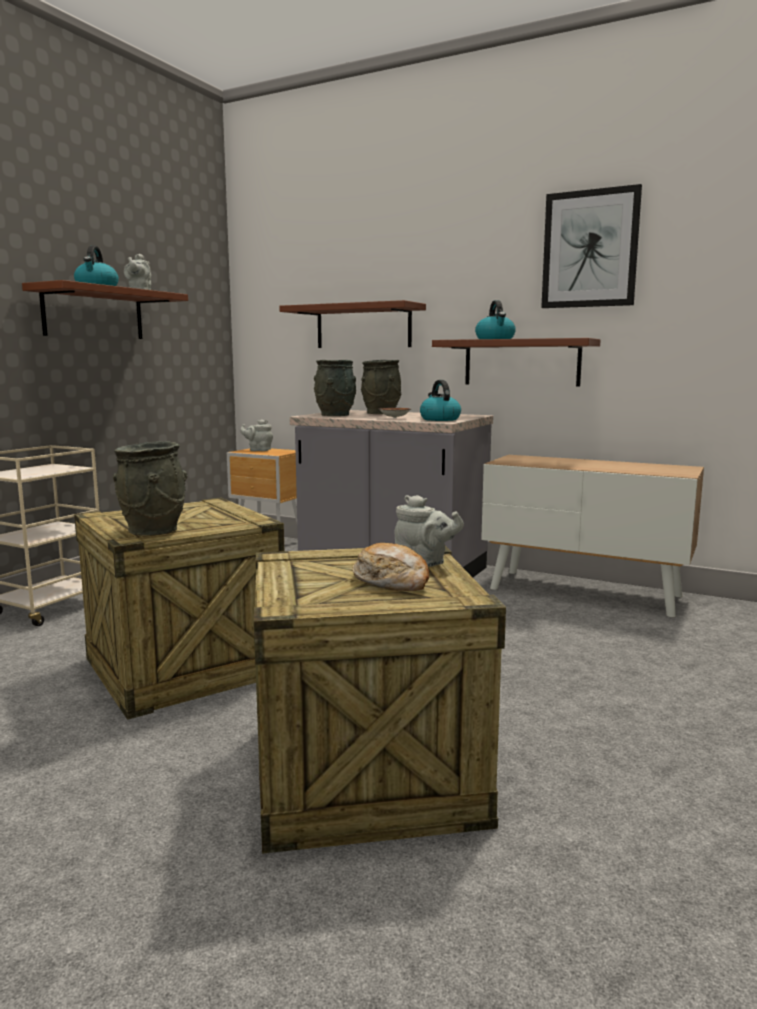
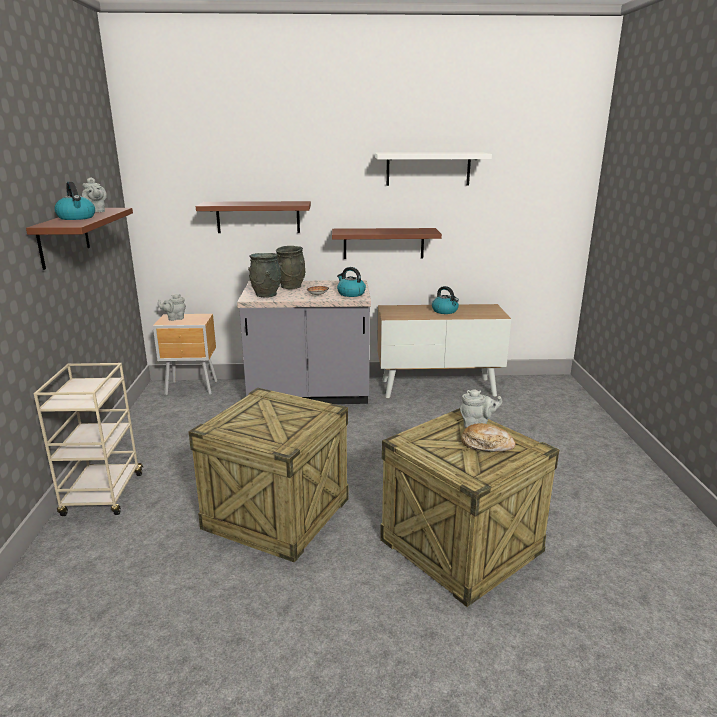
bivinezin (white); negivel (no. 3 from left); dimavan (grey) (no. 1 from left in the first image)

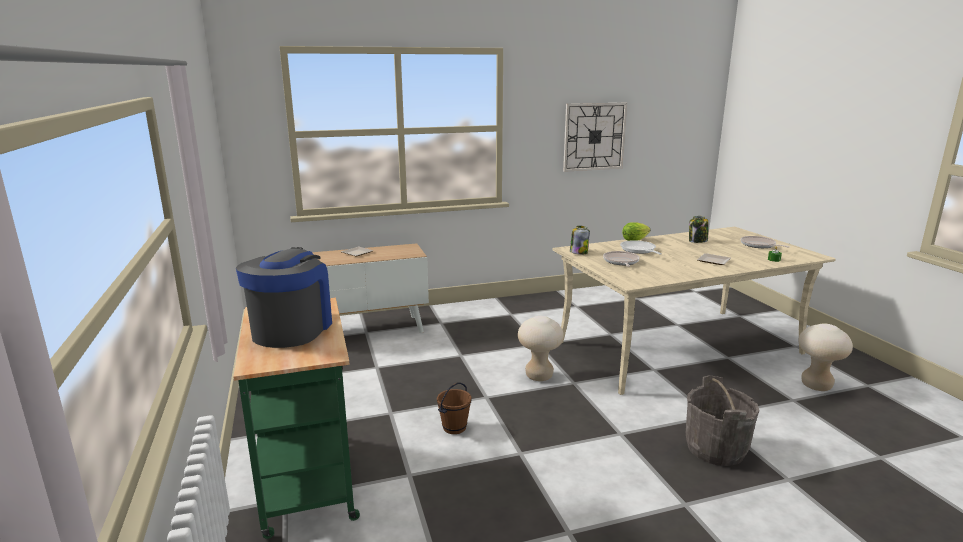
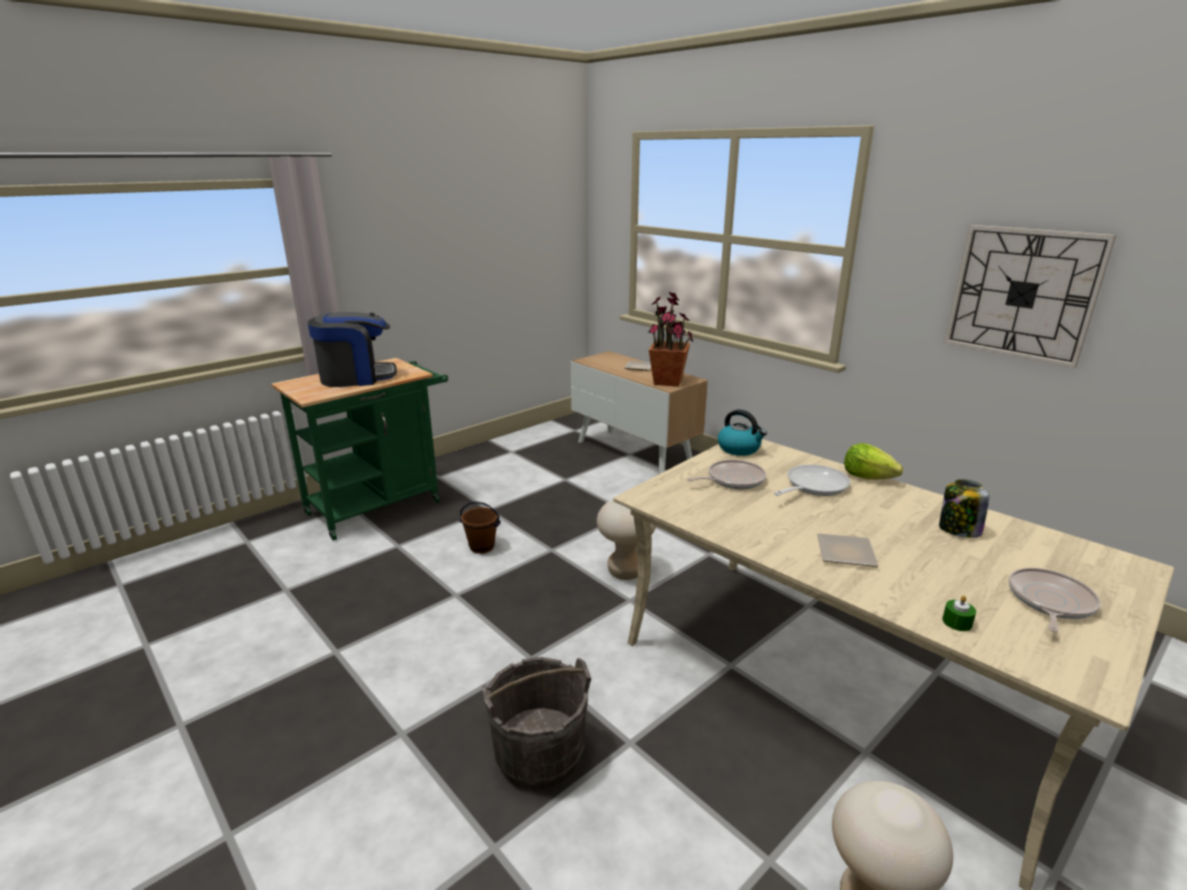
negivel; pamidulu

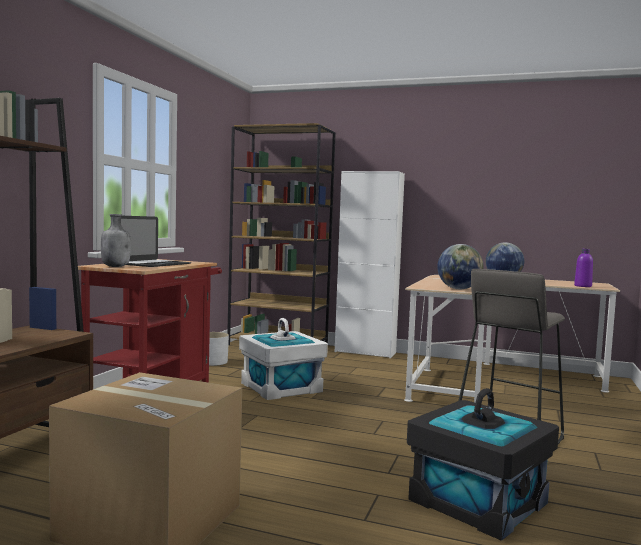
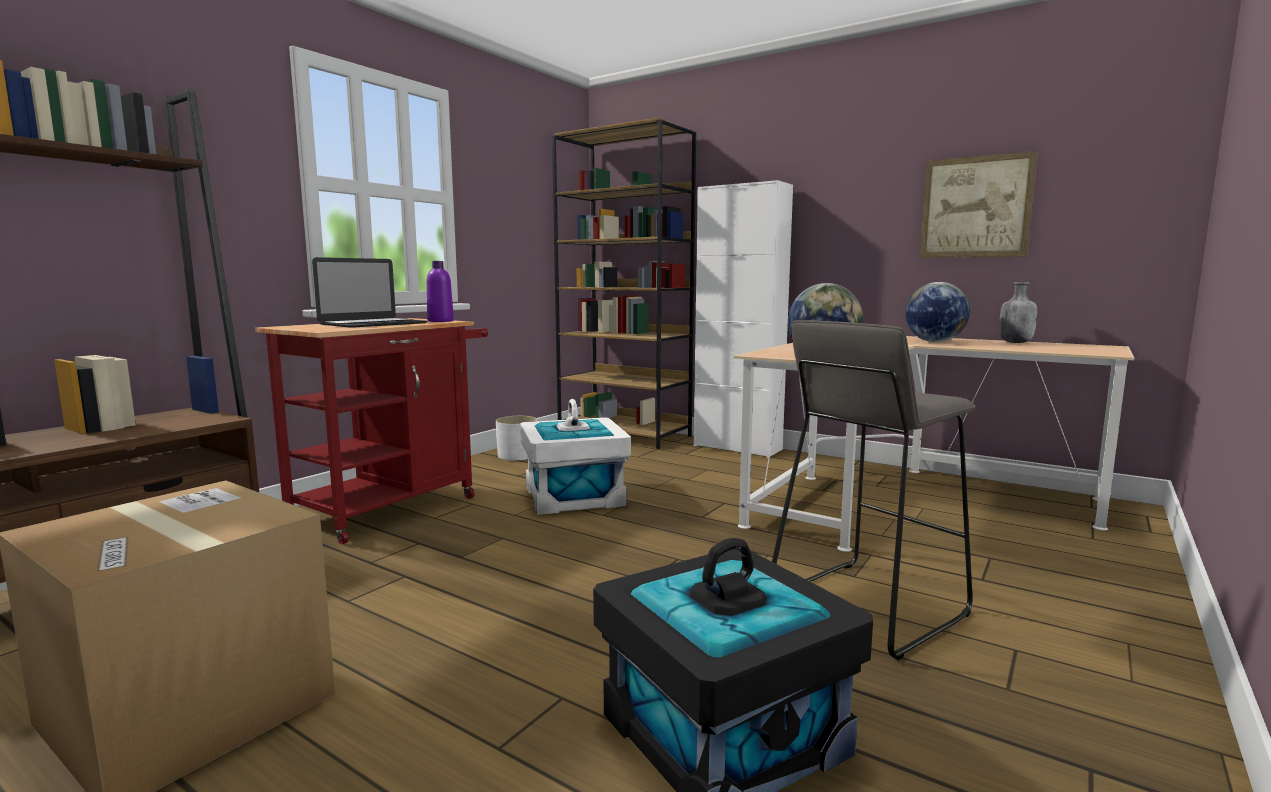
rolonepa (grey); rolonepa (purple); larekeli

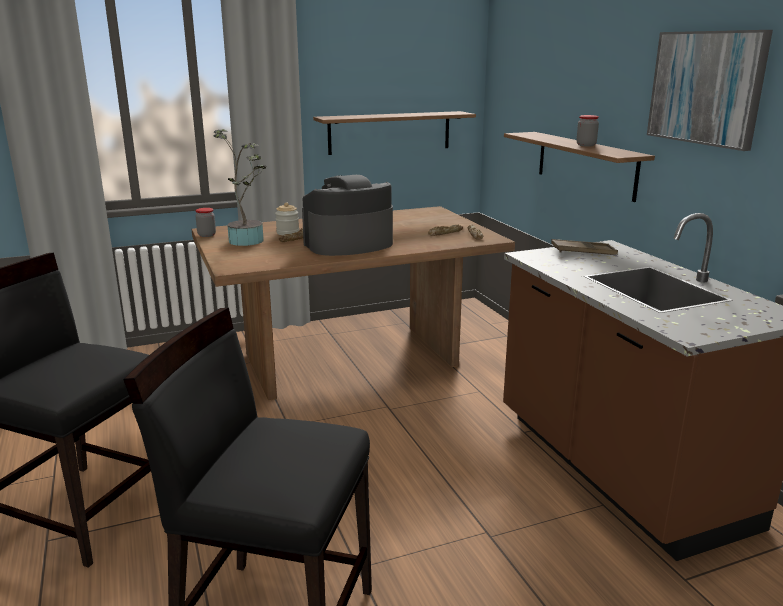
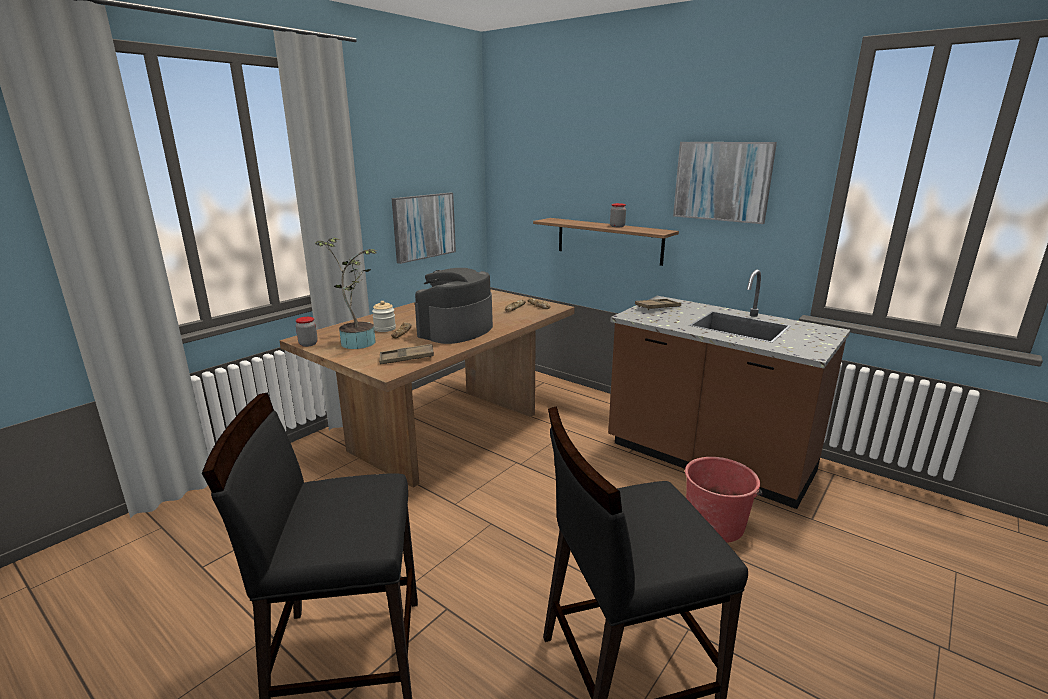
larekeli (no. 1 from left); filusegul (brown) (no. 1 from left); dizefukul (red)

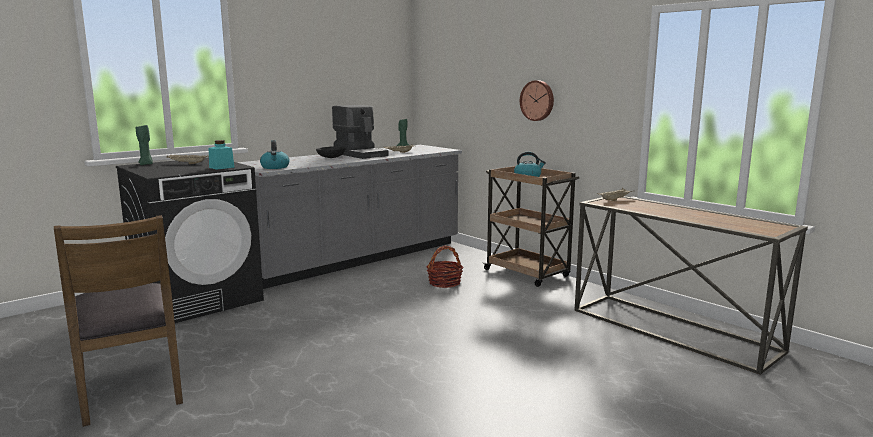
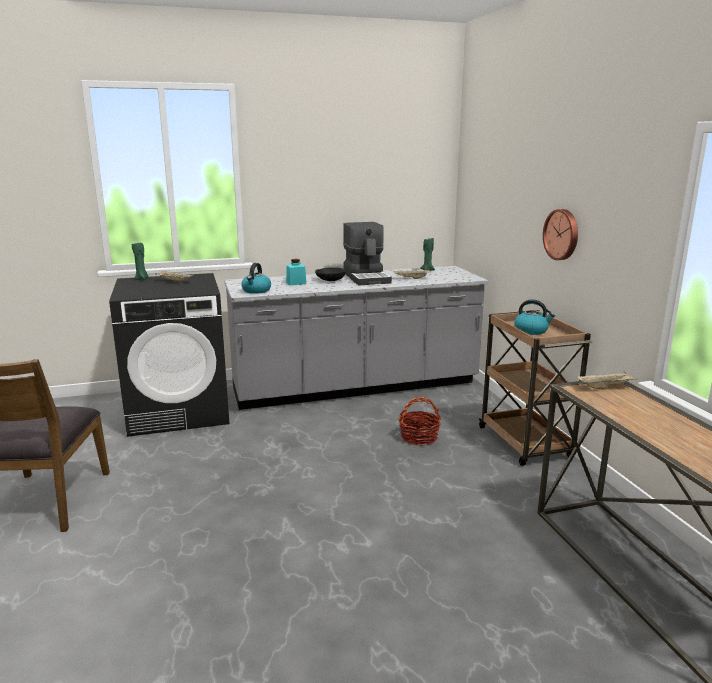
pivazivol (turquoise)

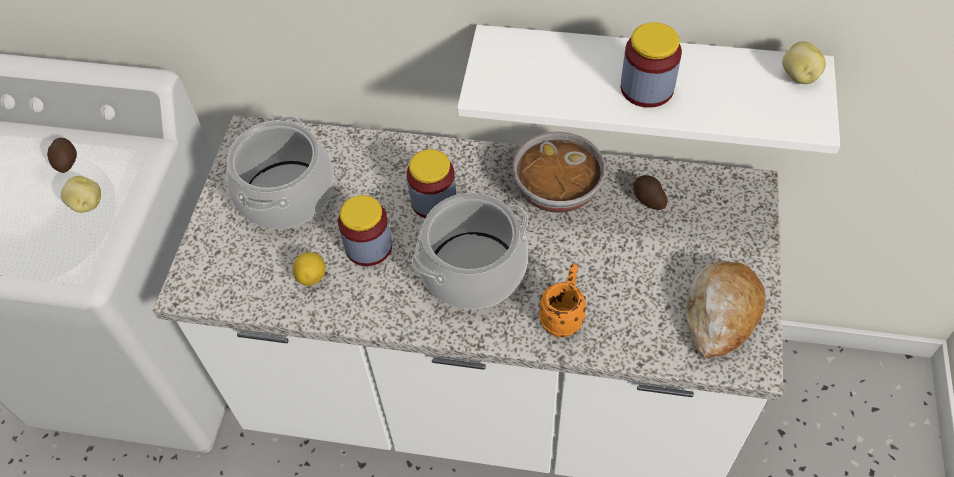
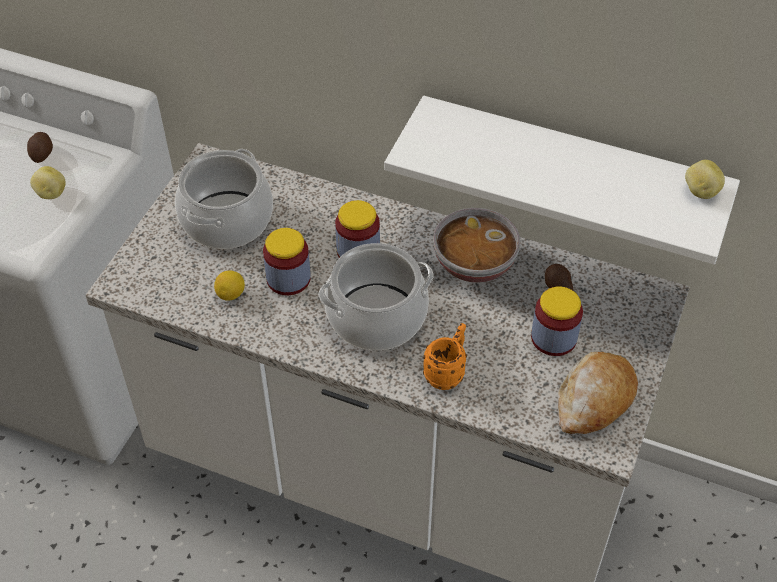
pivazivol (no. 3 from left)

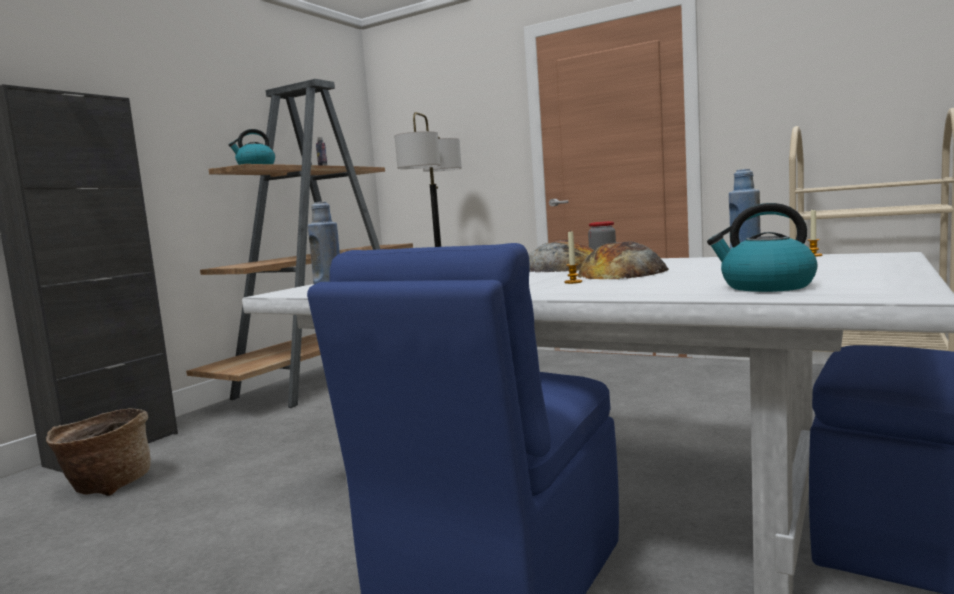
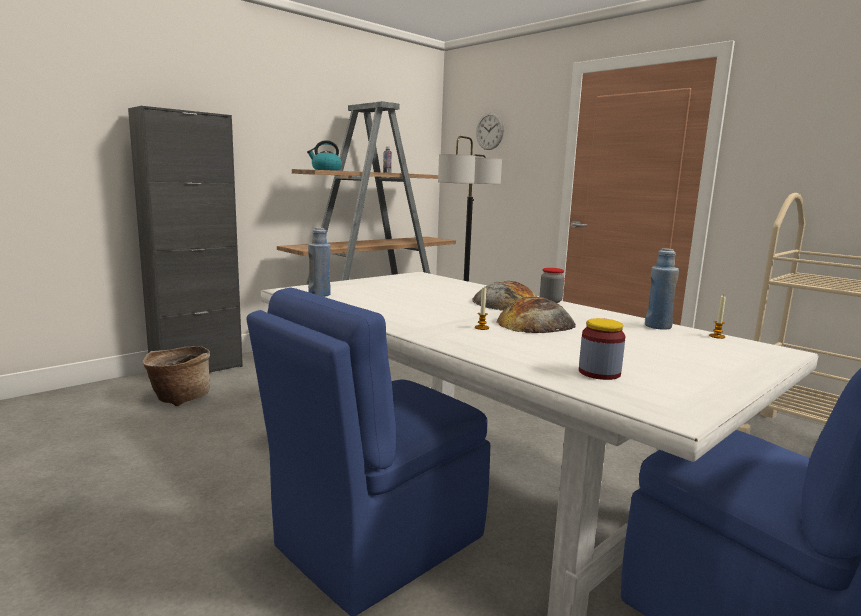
pivazivol (no. 2 from left); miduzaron

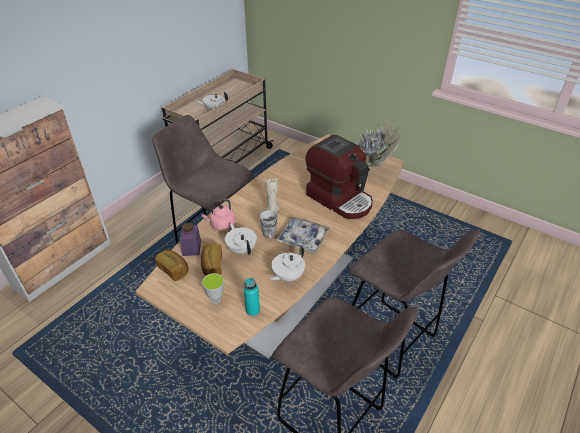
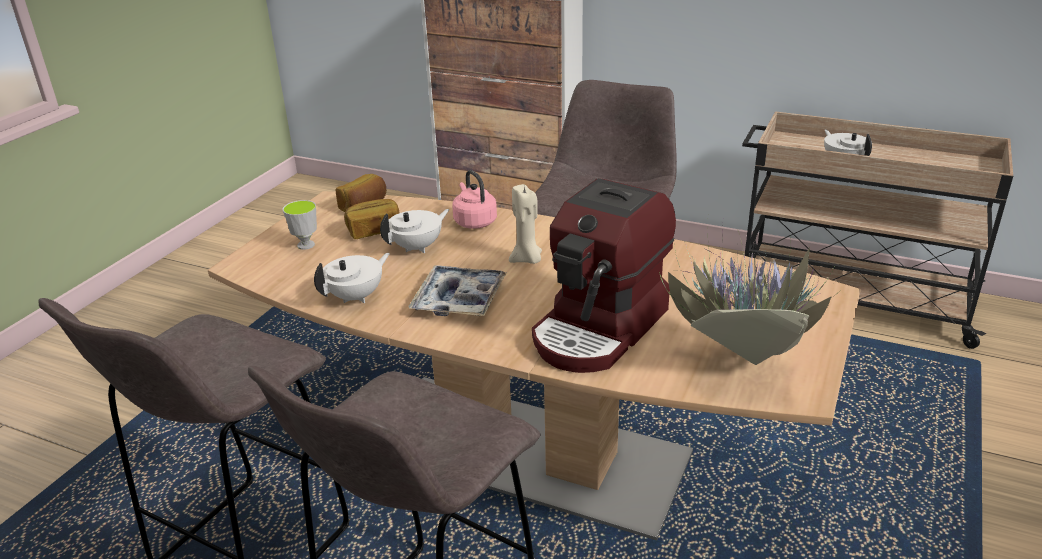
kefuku (no. 2 from left in the first image); pivazivol (purple); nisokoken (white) (no. 1 from left); rolonepa (turquoise)

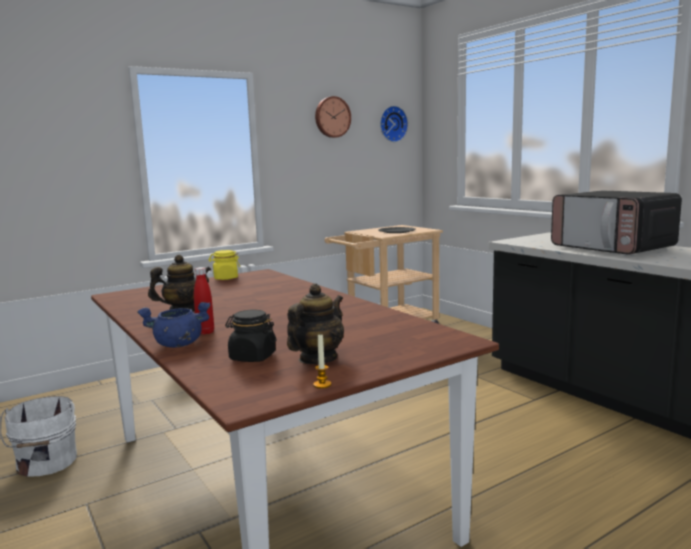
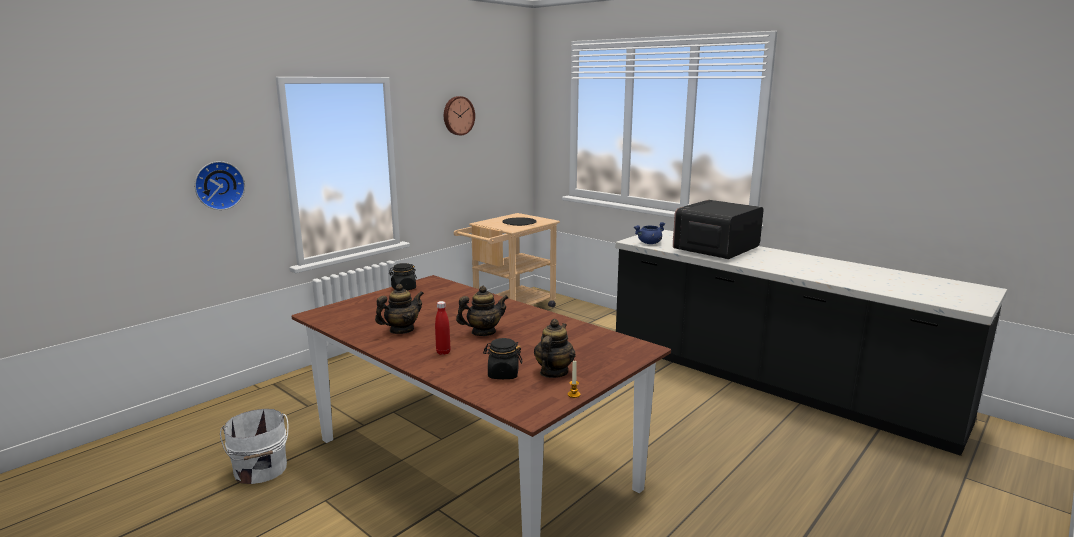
miduzaron (no. 1 from left); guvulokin; pivazivol (black) (no. 1 from left); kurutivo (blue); nisokoken (no. 2 from left)

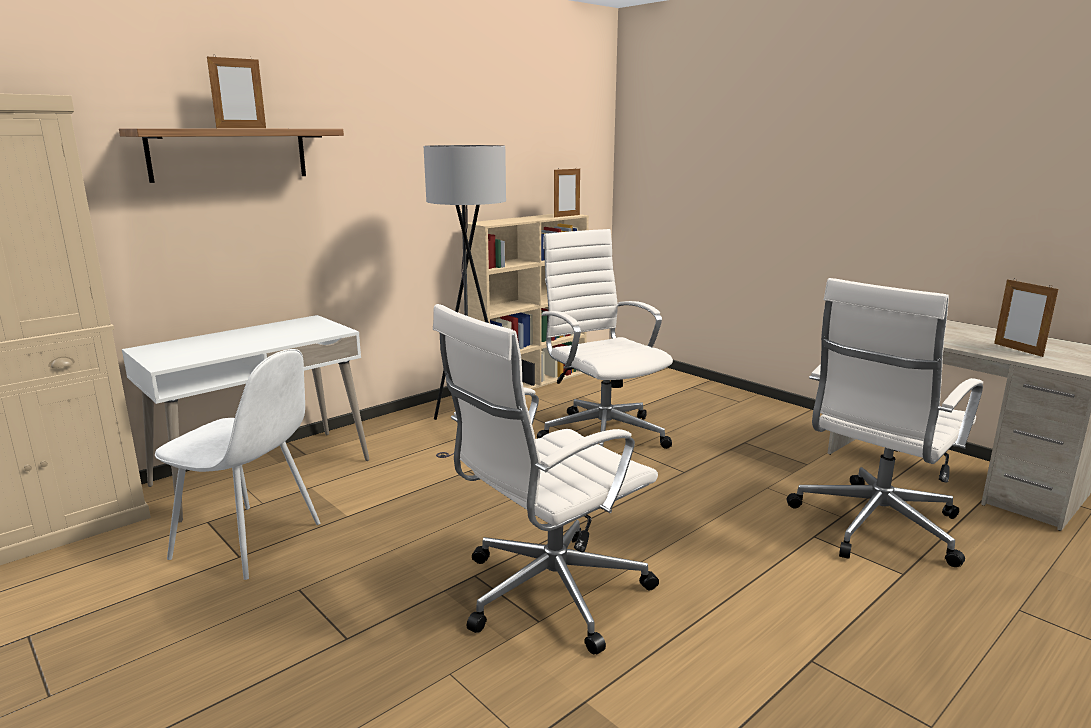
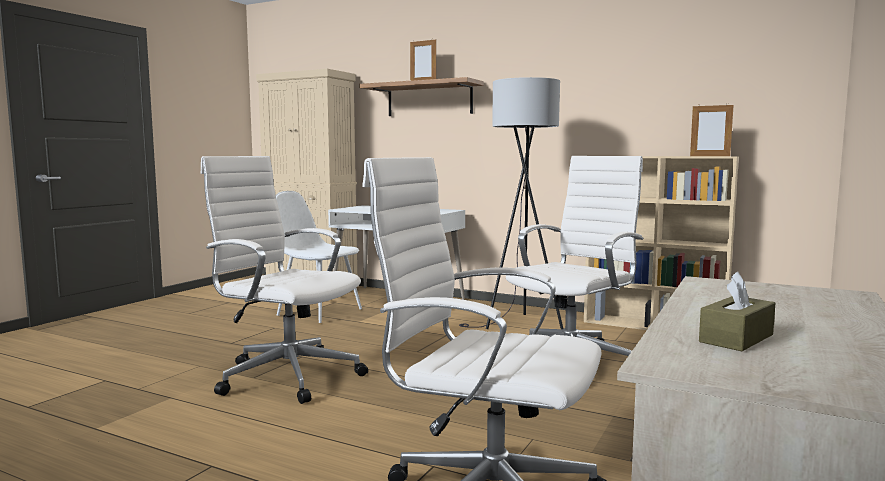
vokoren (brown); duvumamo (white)

